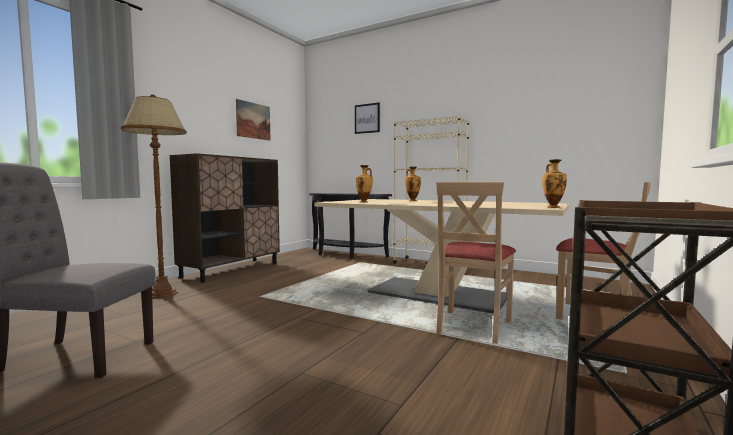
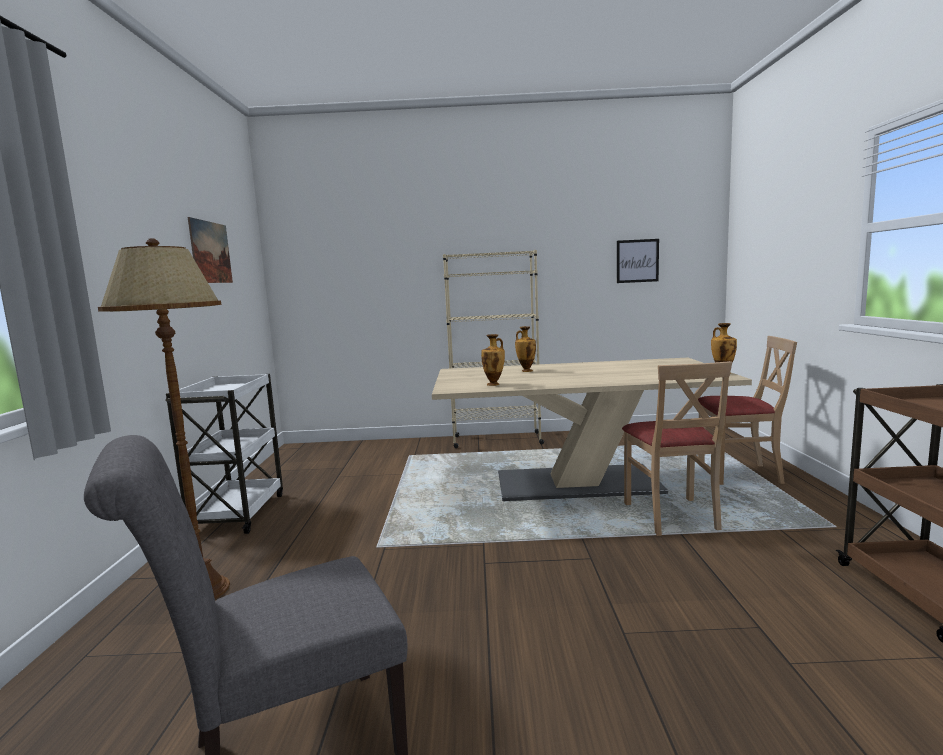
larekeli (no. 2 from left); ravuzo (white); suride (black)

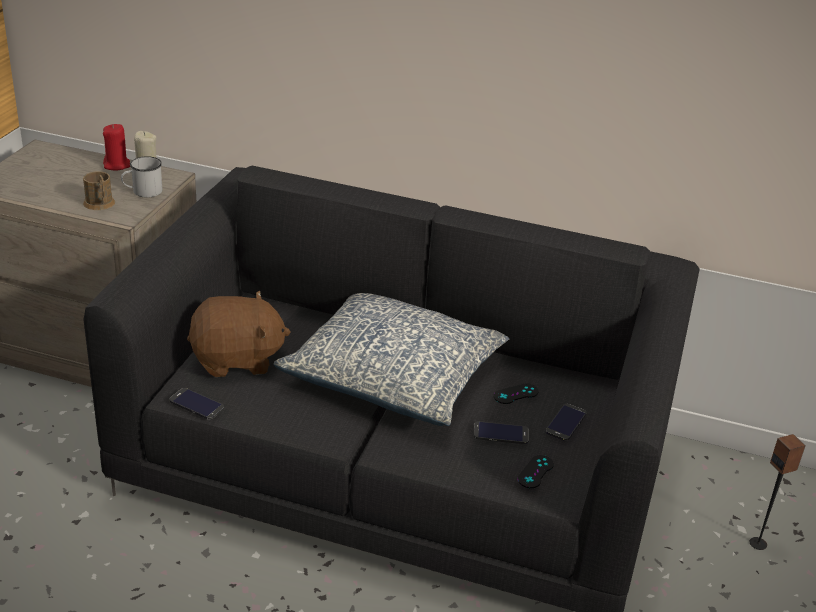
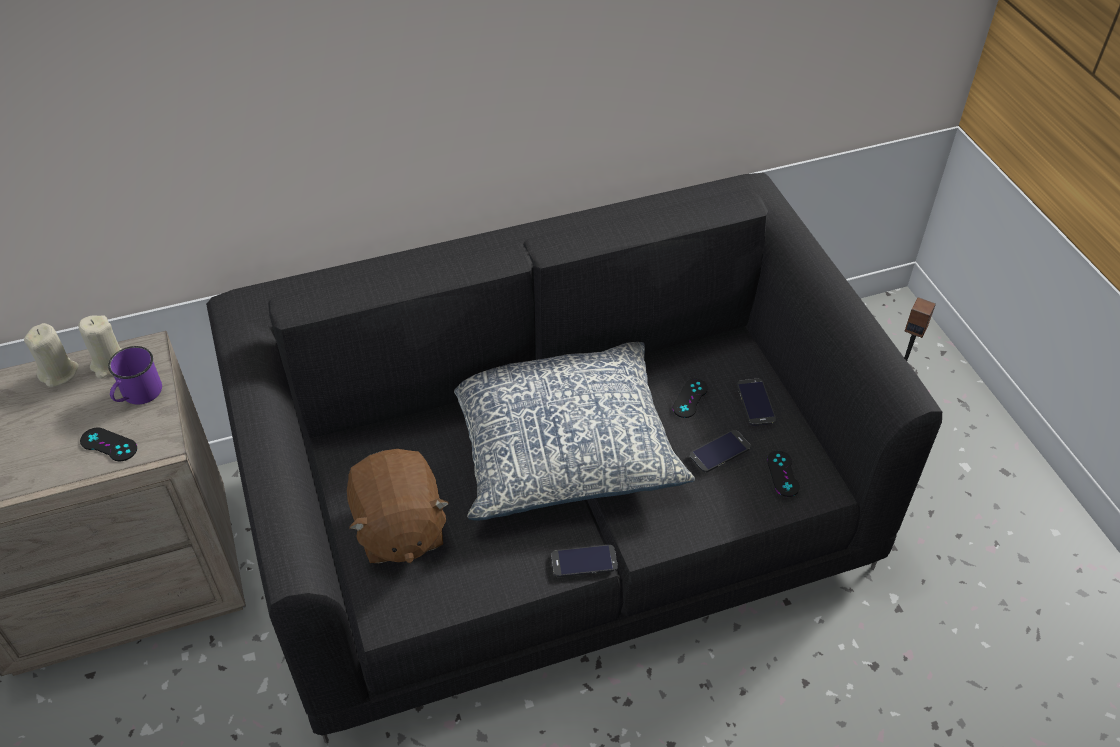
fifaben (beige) (no. 1 from left); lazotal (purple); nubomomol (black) (no. 1 from left); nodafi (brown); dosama (no. 1 from left)

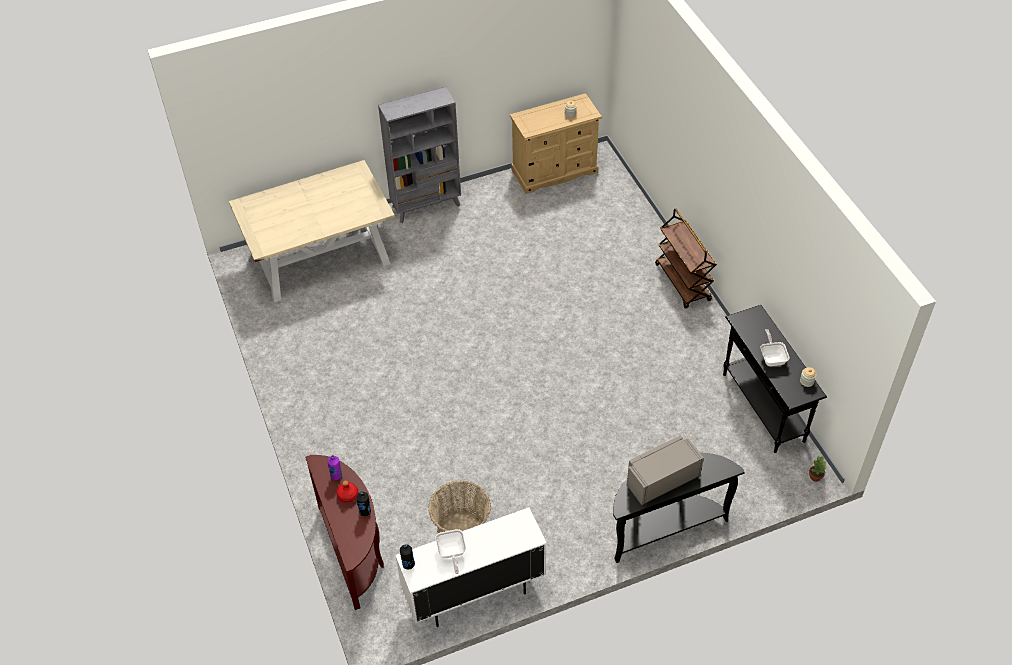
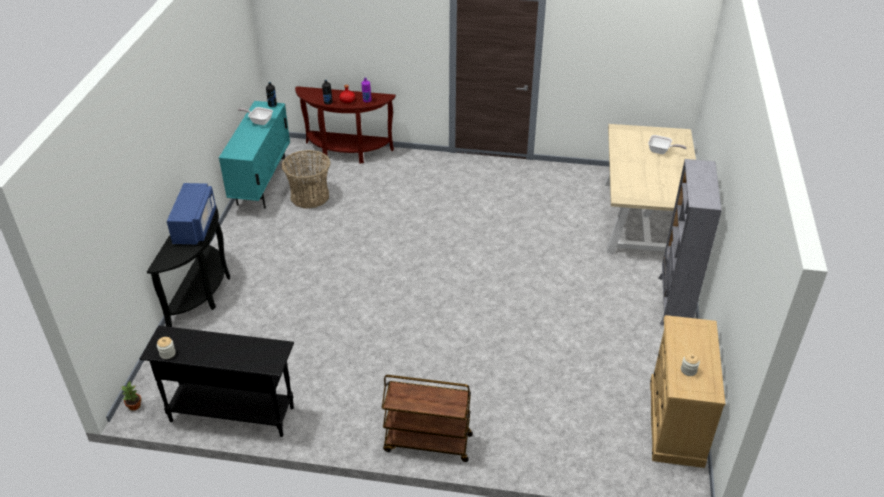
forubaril (no. 2 from left); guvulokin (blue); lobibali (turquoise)

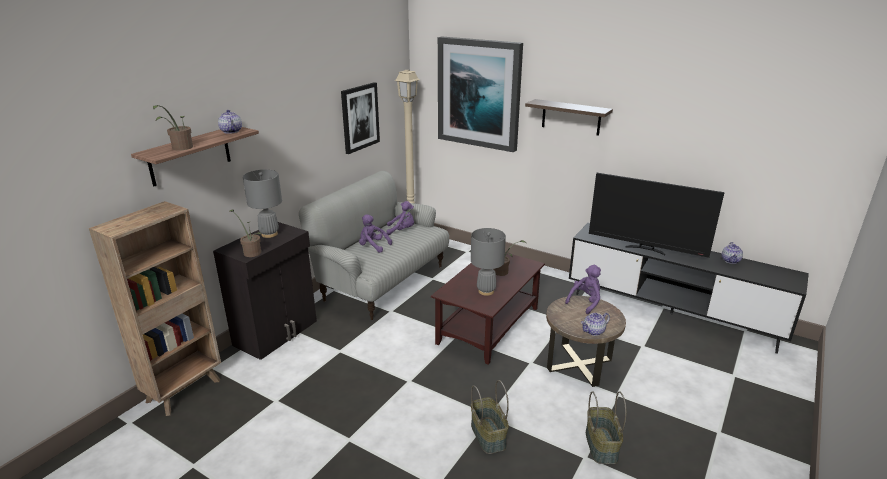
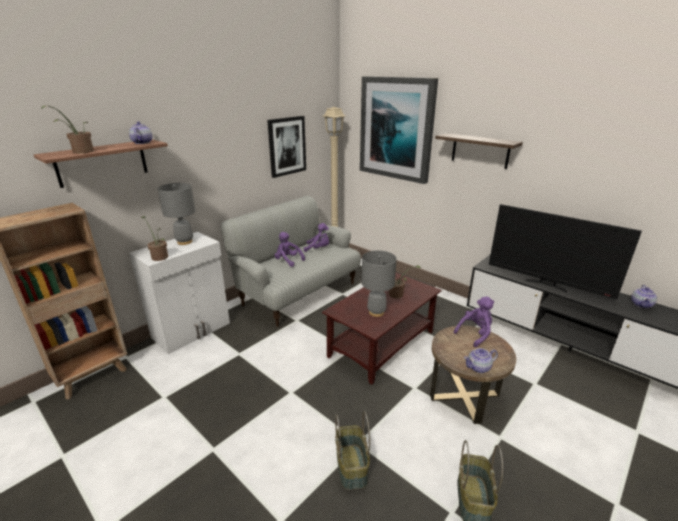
lobibali (white)

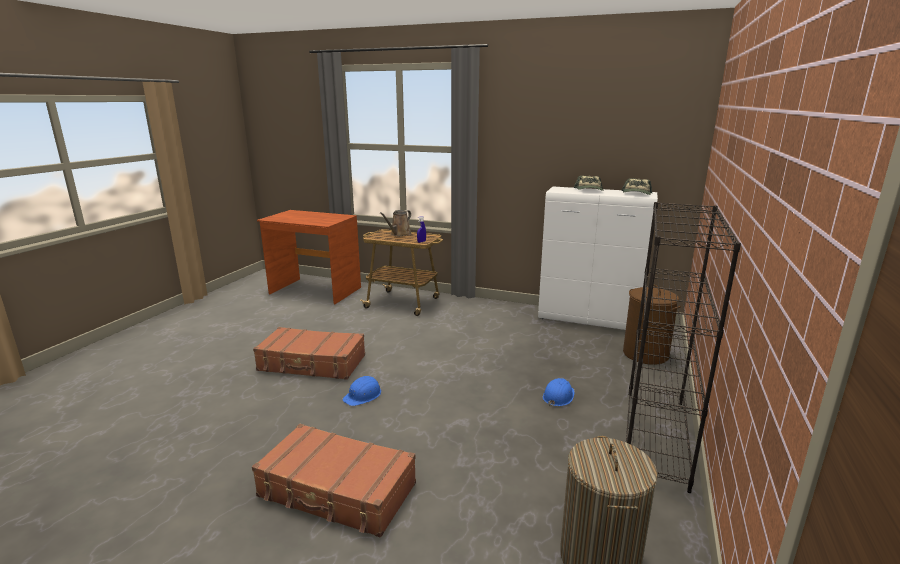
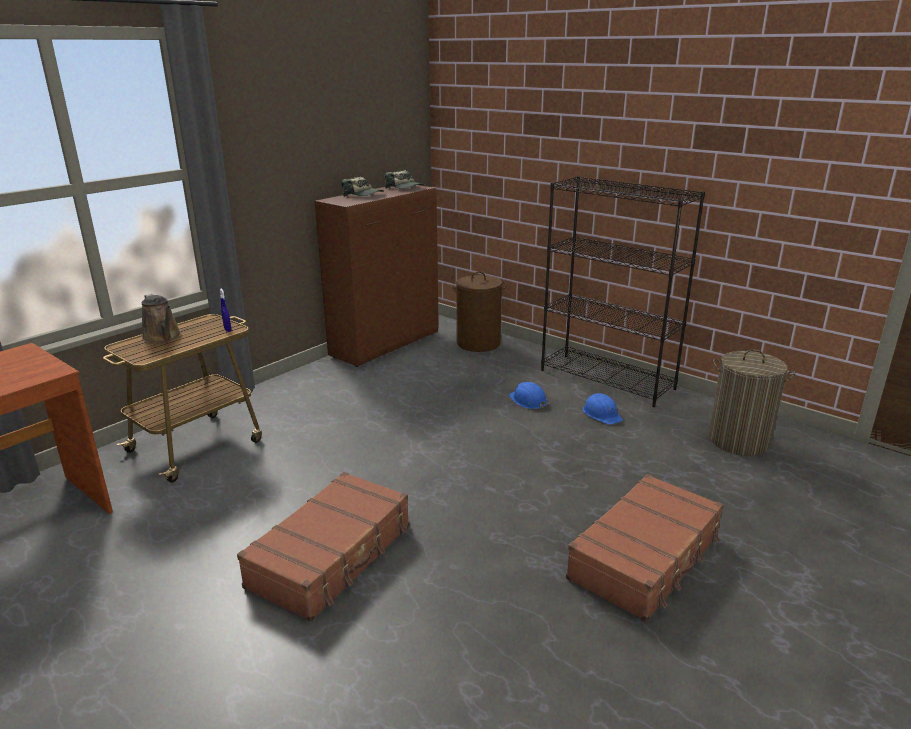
lobibali (brown); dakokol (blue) (no. 2 from left)

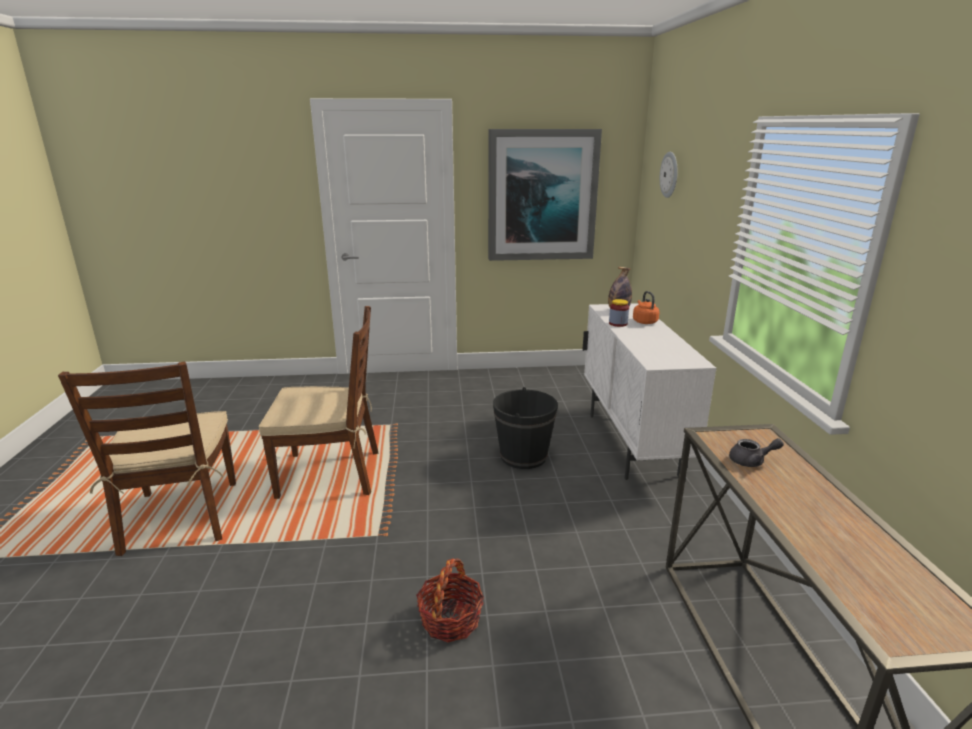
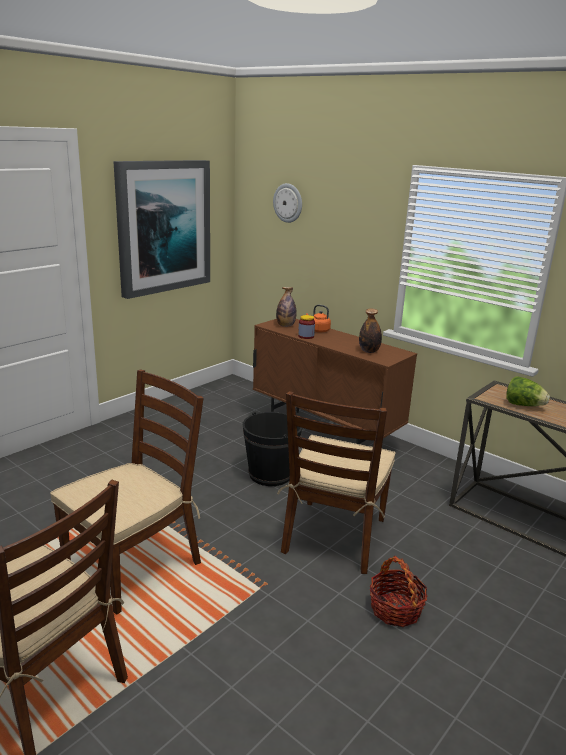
lobibali (brown); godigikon; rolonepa (no. 2 from left); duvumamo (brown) (no. 3 from left)

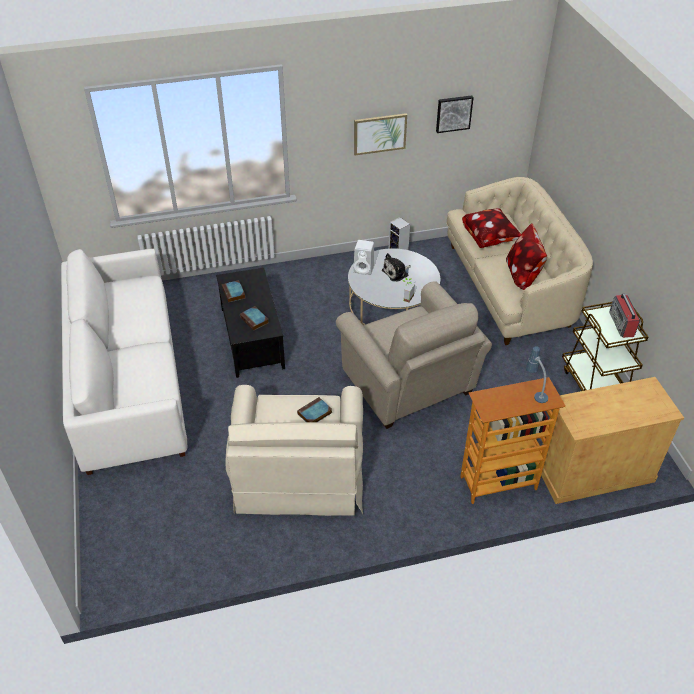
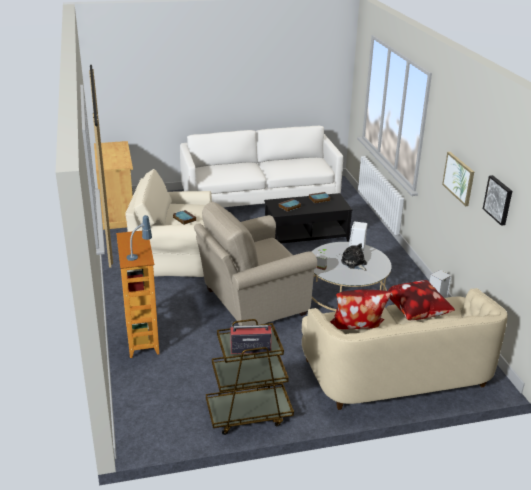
lobibali (beige)

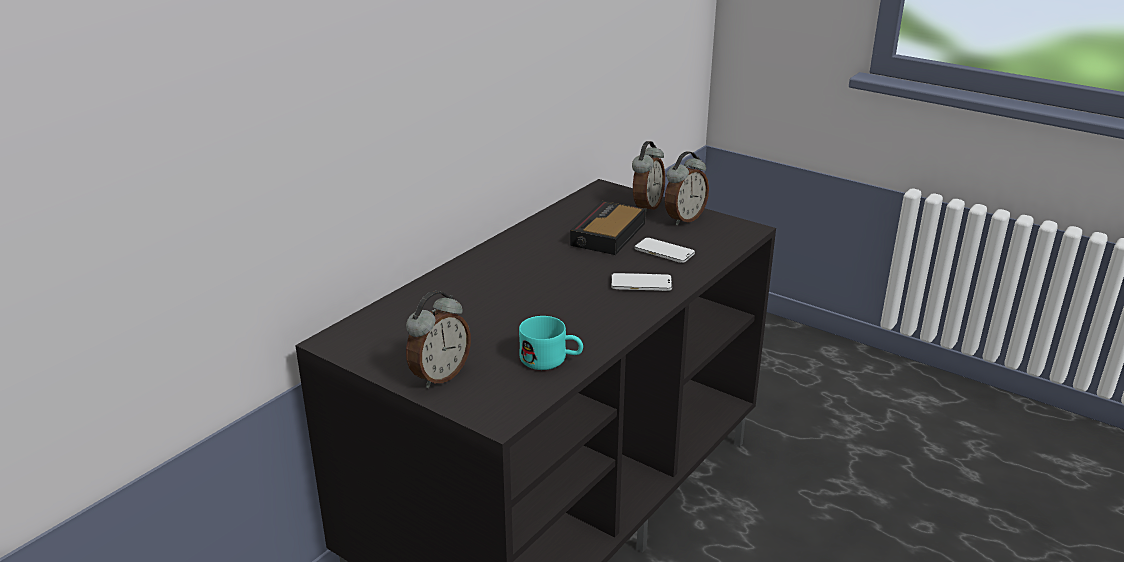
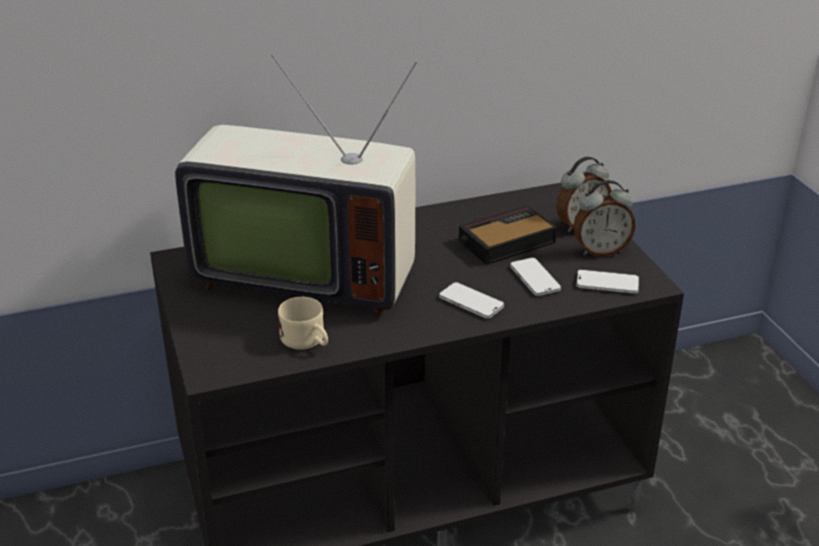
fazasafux (no. 1 from left in the first image); lazotal (beige); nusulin; dosama (no. 3 from left)

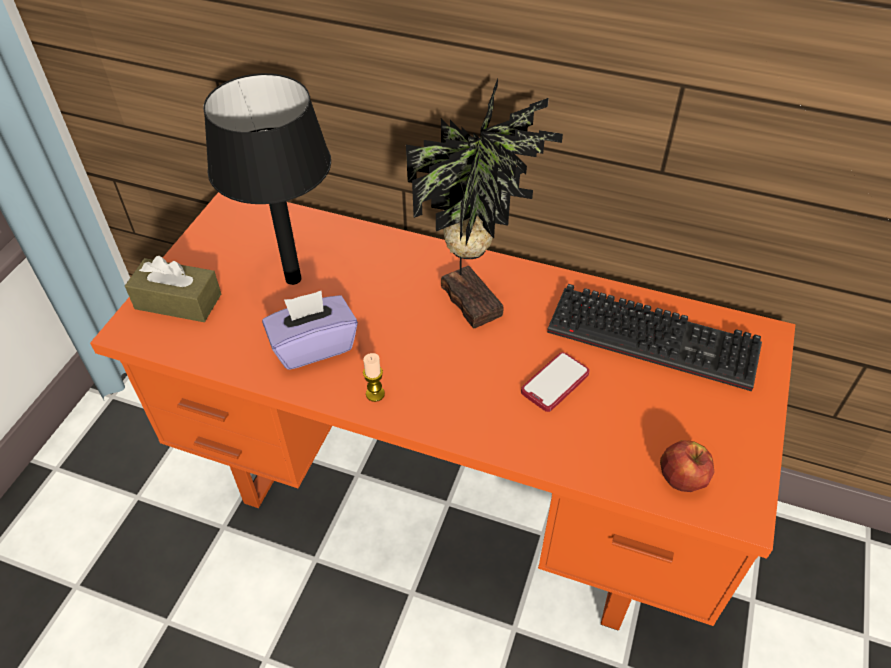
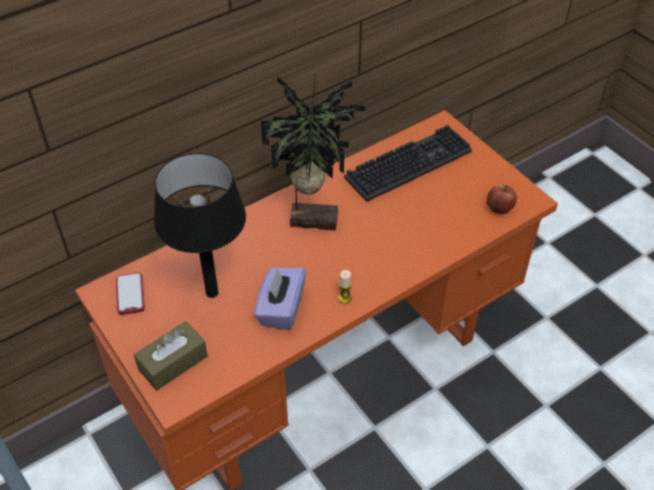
dosama

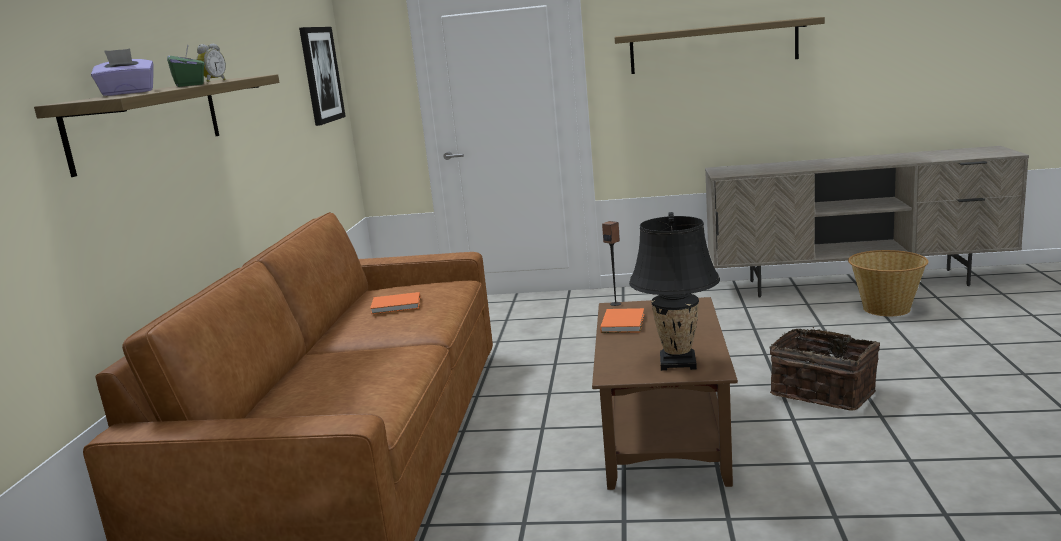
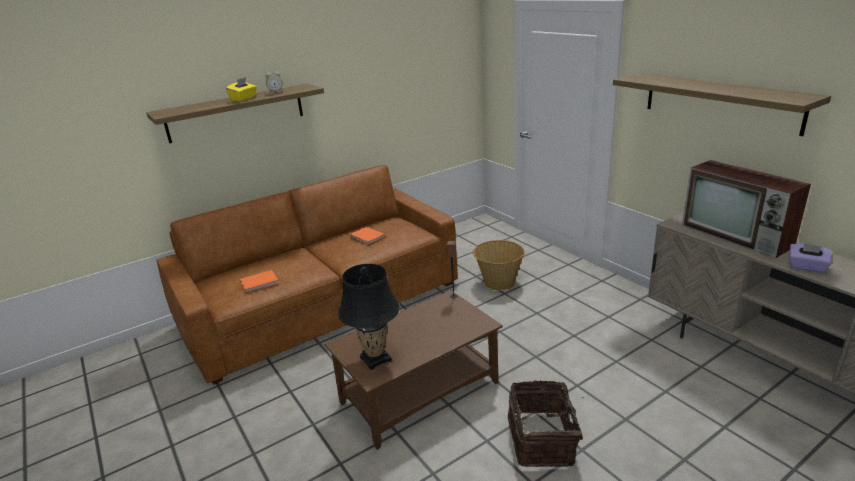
larekeli; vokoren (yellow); vokoren (purple); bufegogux (no. 1 from left); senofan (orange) (no. 1 from left); nusulin

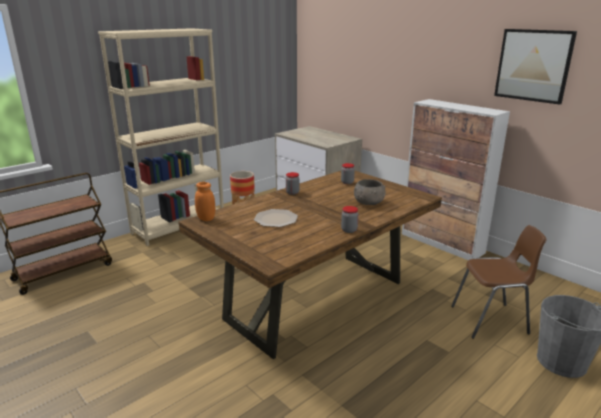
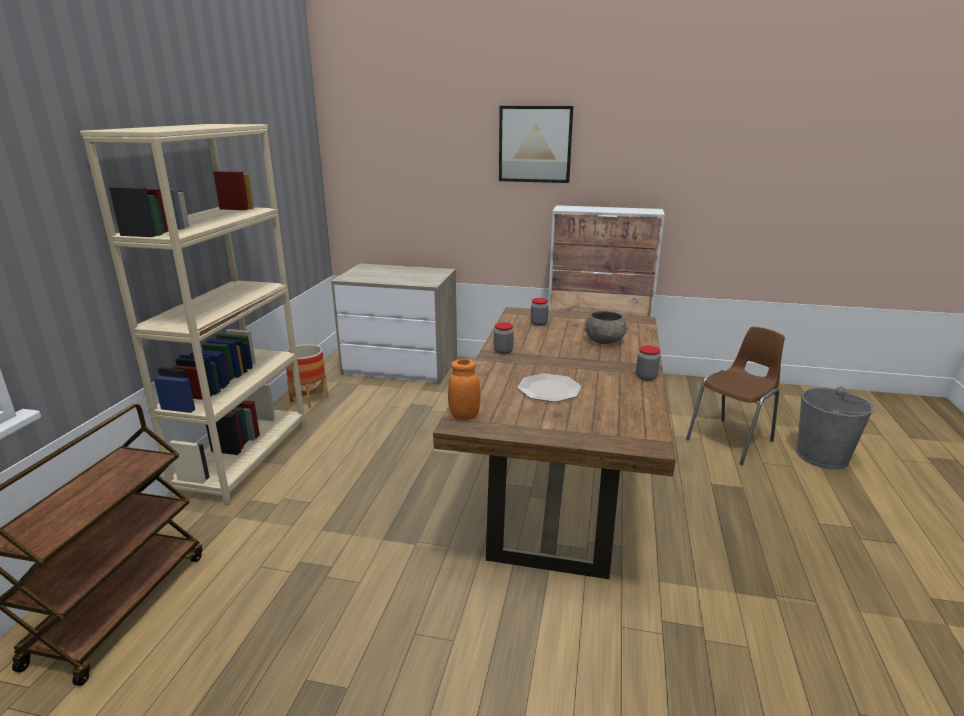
larekeli

